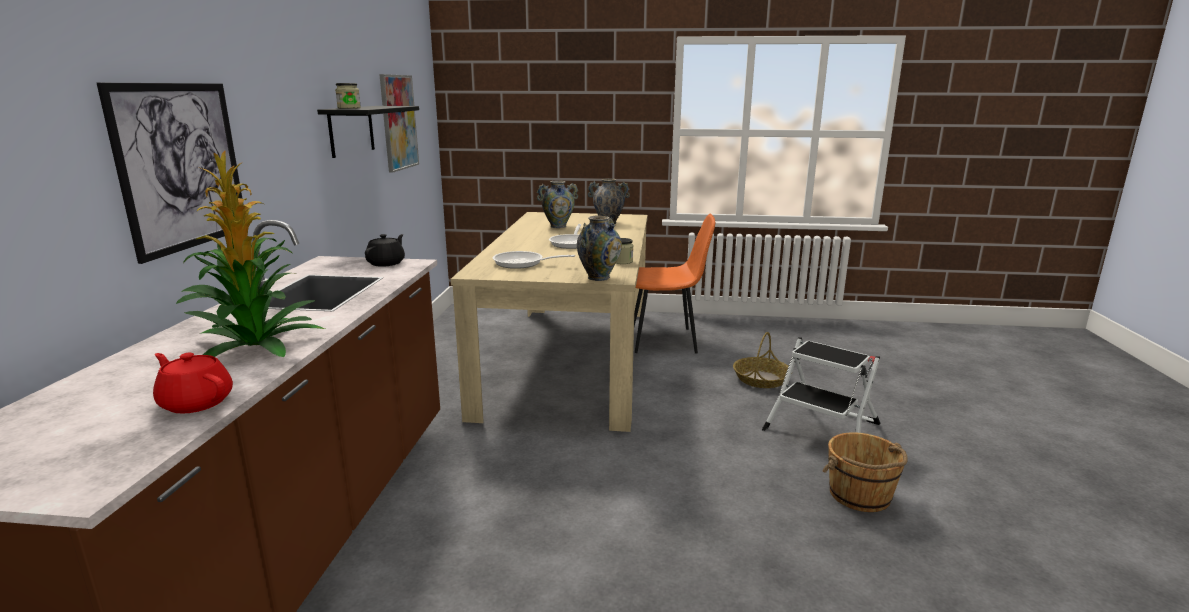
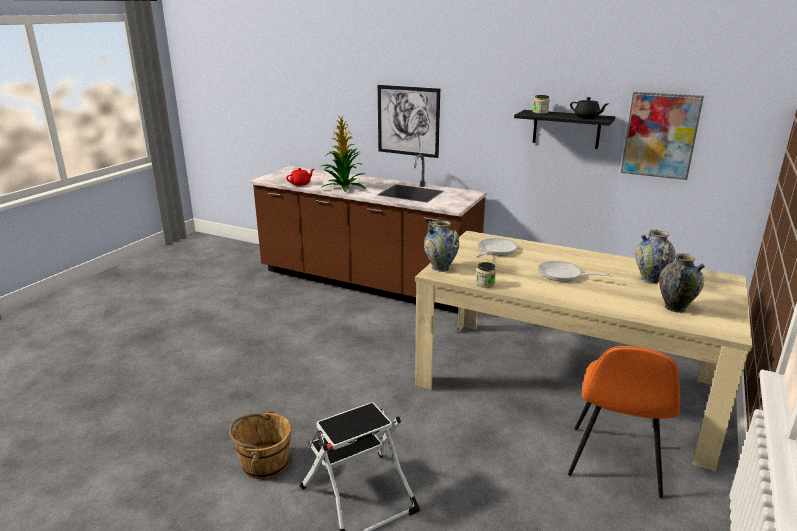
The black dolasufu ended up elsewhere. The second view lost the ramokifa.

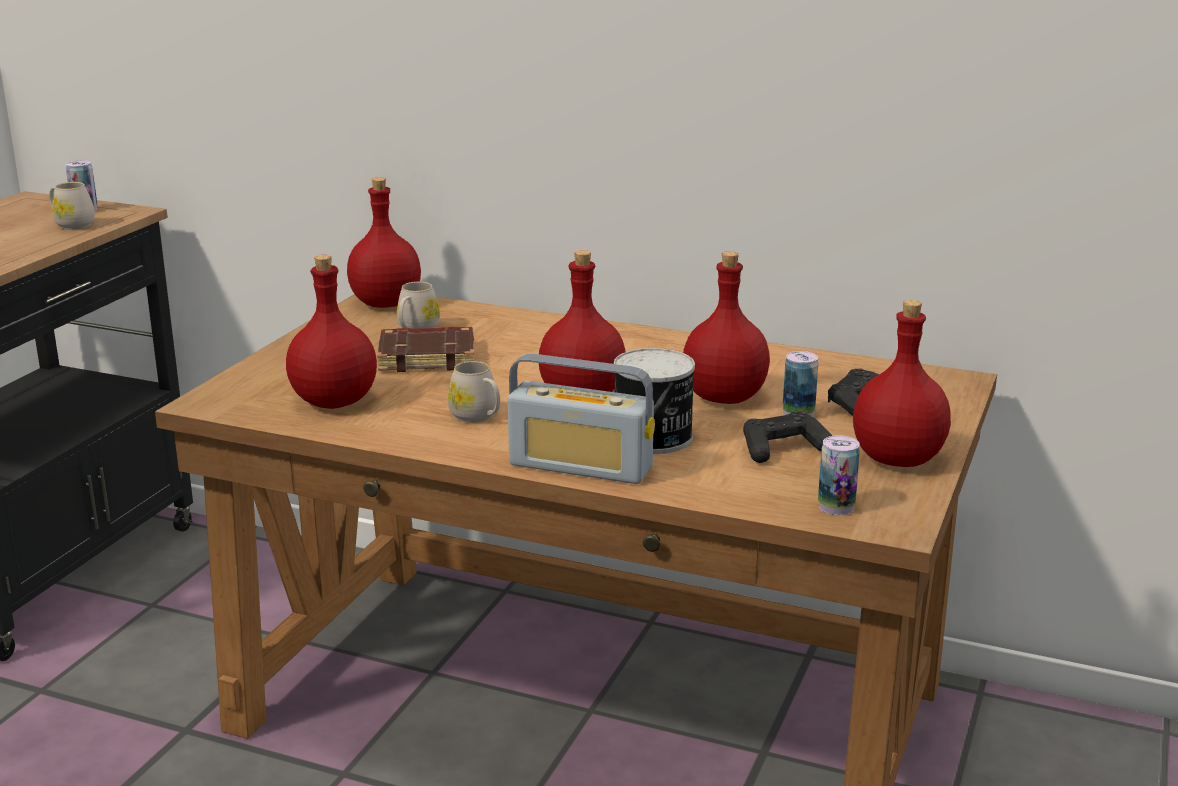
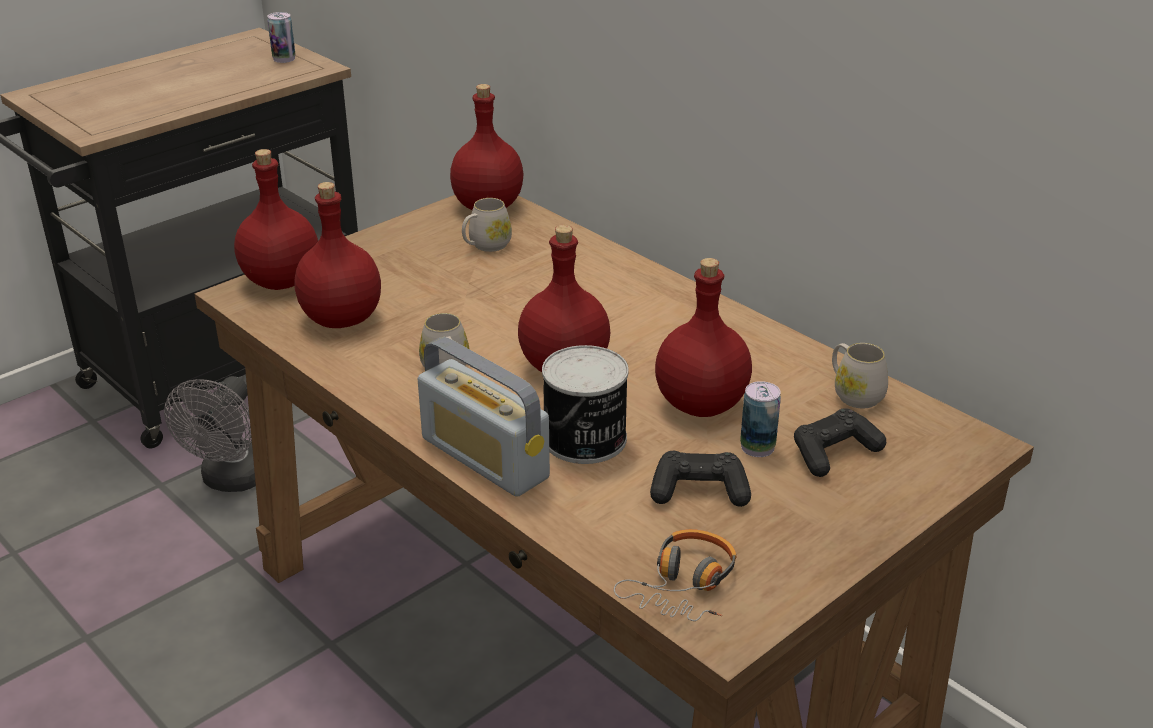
The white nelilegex (1st from left in the first image) ended up elsewhere. The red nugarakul (5th from left in the first image) ended up elsewhere. The second view lost the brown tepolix. Where the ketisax (4th from left) stood, the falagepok came to stand. The second view gained the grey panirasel.

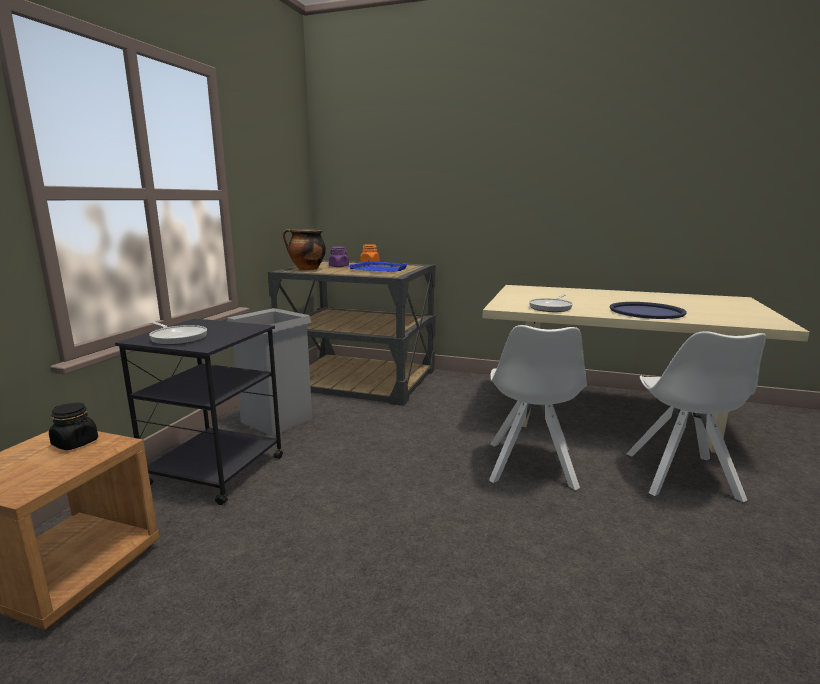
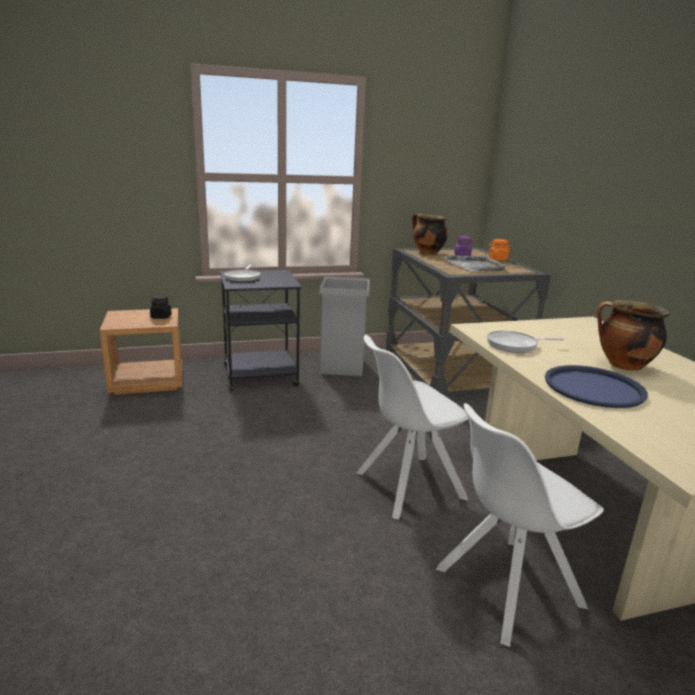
What was the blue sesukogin (1st from left) turned into the grey sesukogin. The second view gained the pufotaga (2nd from left).

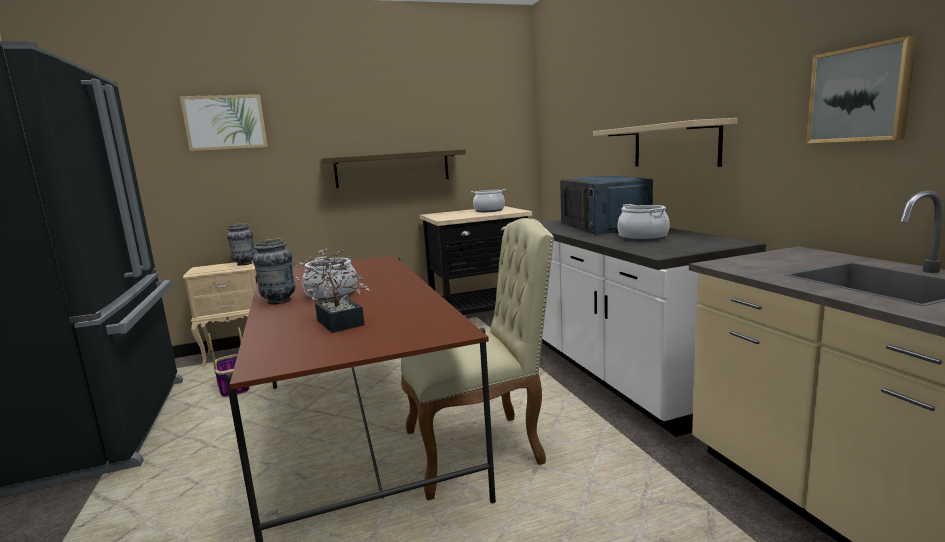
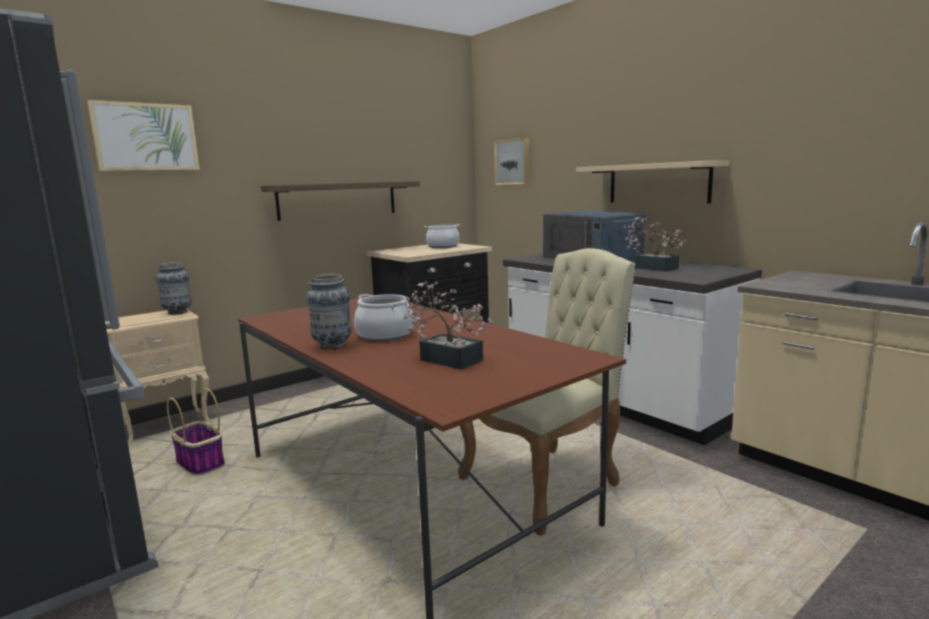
The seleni (2nd from left) ended up elsewhere. Where the pufotaga (3rd from left) stood, the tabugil (2nd from left) came to stand.

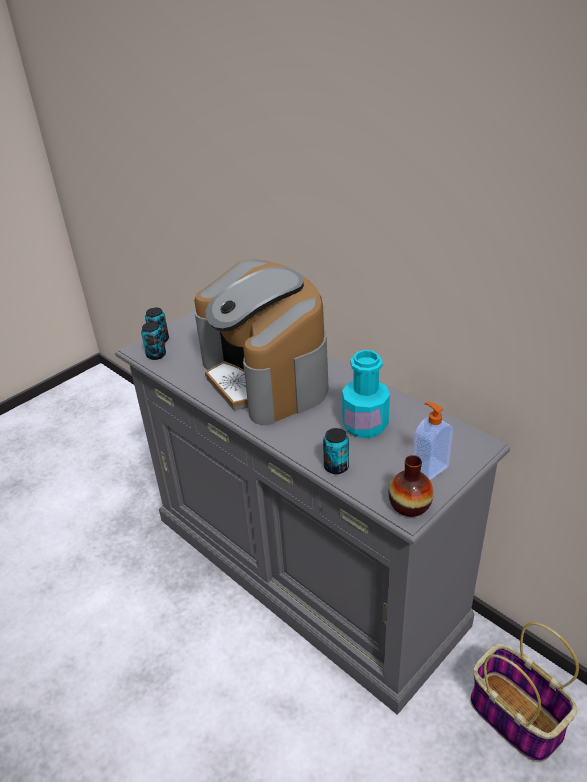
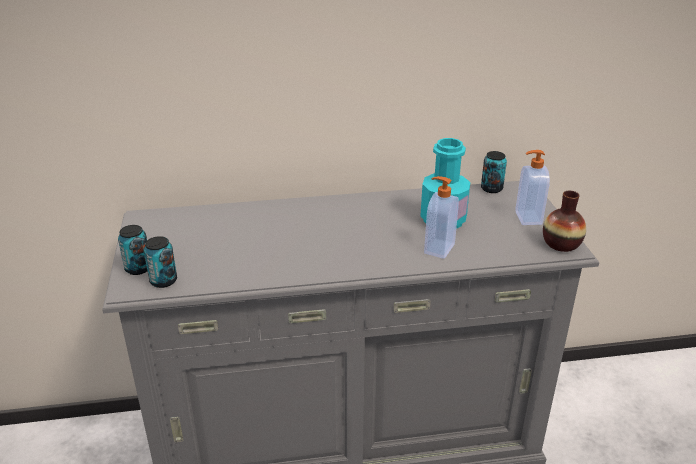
The second view lost the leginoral. The ketisax (3rd from left) ended up elsewhere. The second view lost the ramokifa. The second view gained the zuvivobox (1st from left).

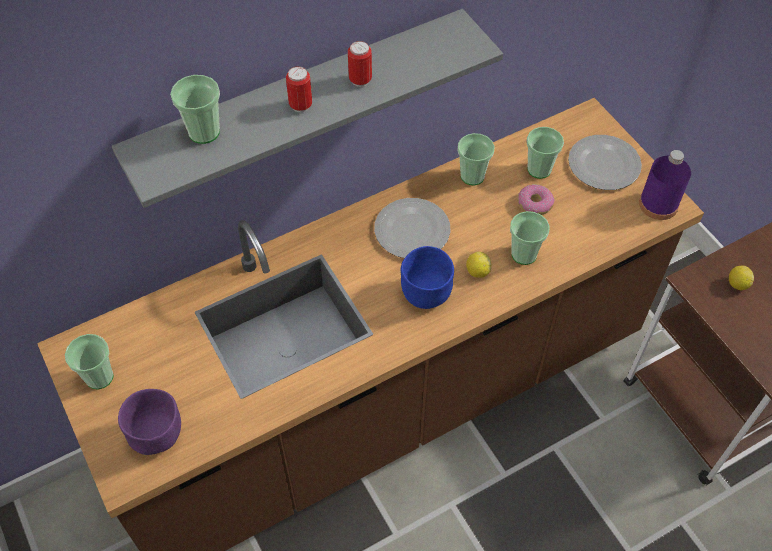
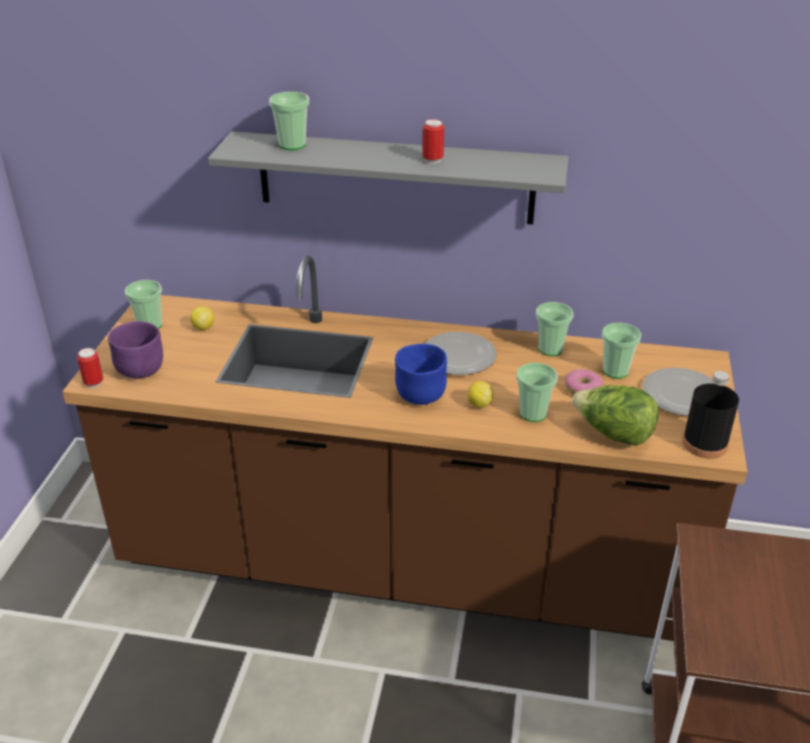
The ketisax (1st from left) ended up elsewhere. What was the purple nugarakul turned into the black nugarakul. The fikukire (2nd from left in the first image) ended up elsewhere. The second view gained the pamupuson.

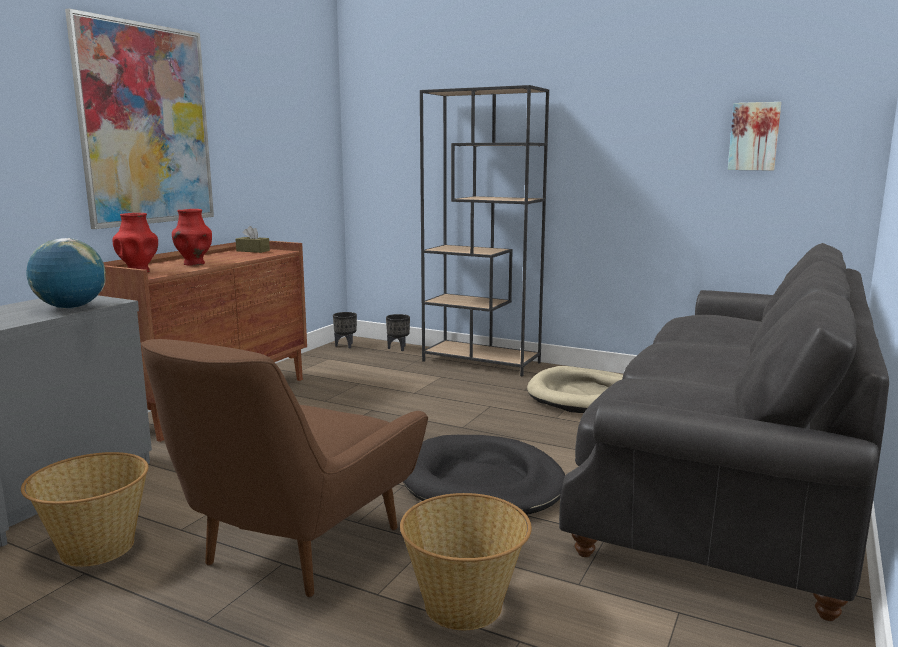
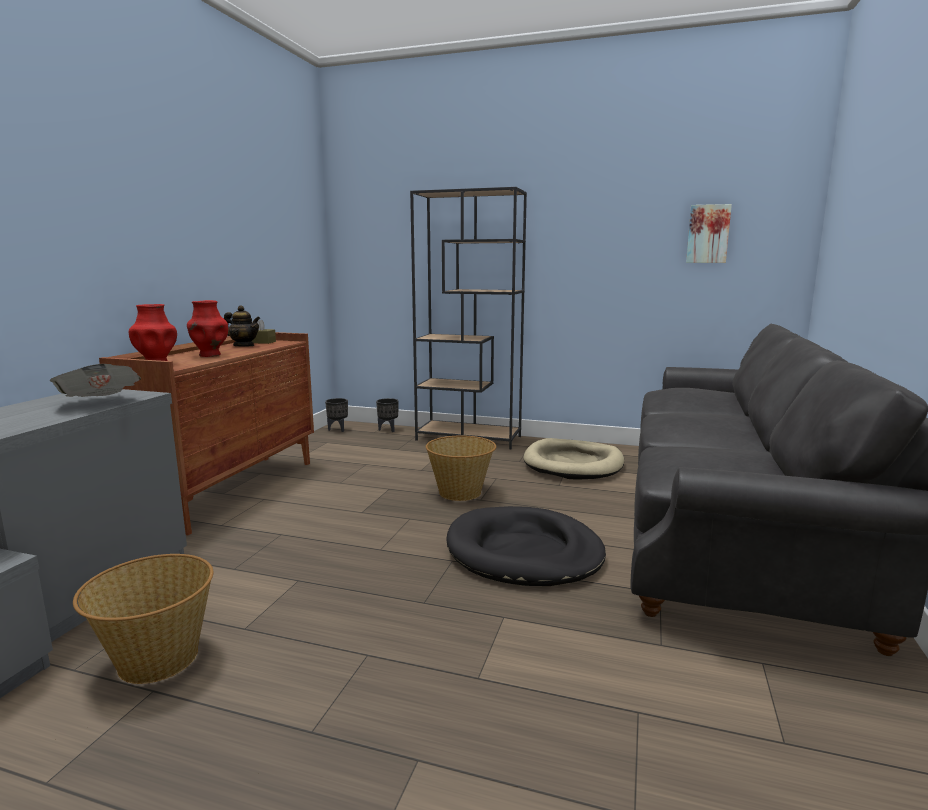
The second view lost the seleni (1st from left). Where the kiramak stood, the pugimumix came to stand. The second view lost the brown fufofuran. The ramokifa (2nd from left) ended up elsewhere. The second view gained the dolasufu.

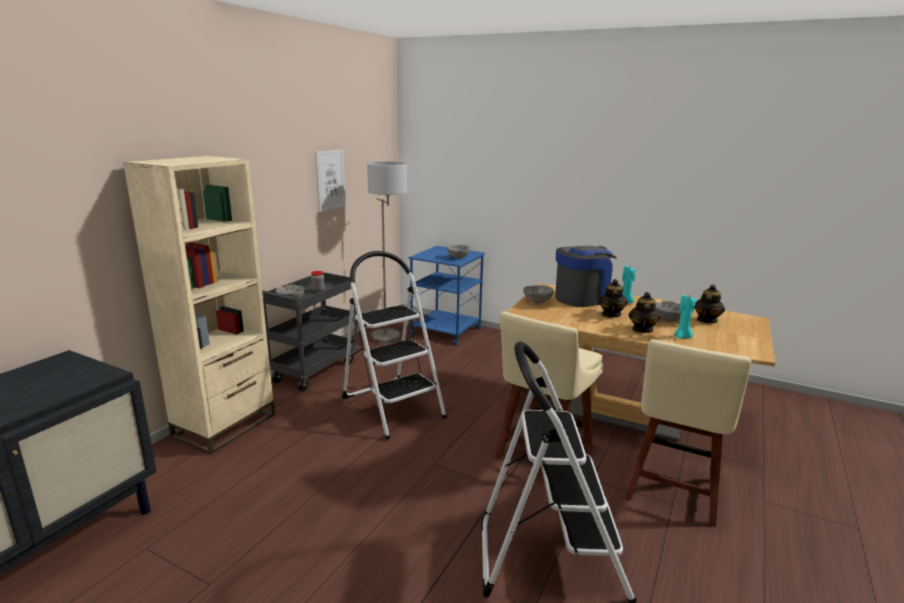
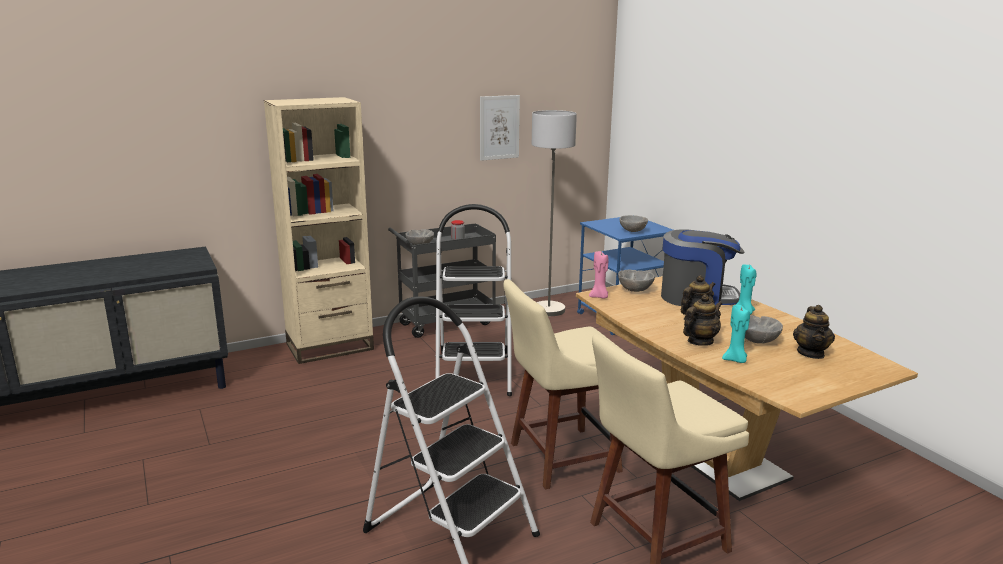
The dolasufu (3rd from left) ended up facing another way, 120 degrees clockwise from before. The second view gained the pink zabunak.

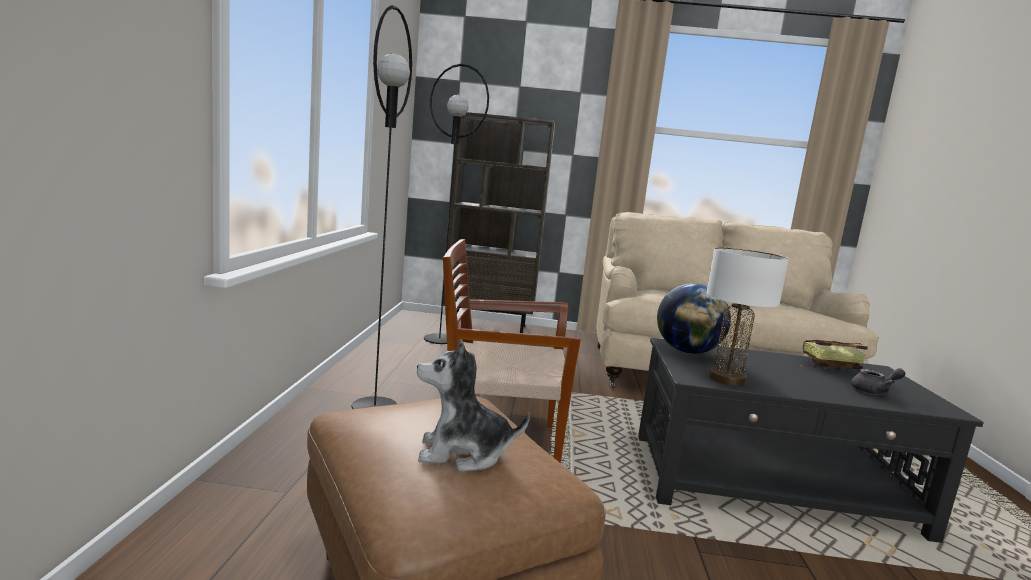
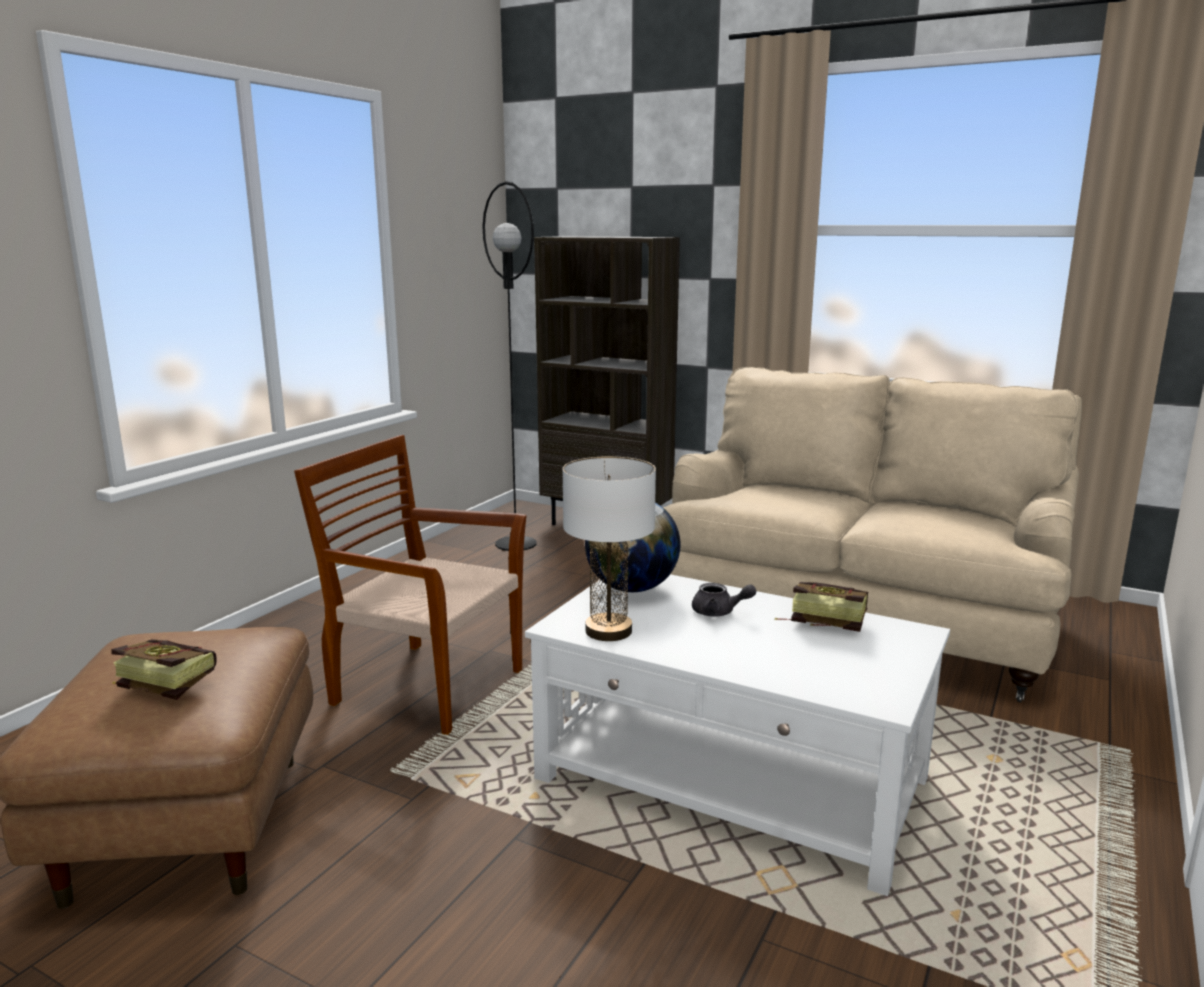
The second view lost the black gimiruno (1st from left). What was the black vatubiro turned into the white vatubiro. Where the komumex stood, the tepolix (1st from left) came to stand. The grey dolasufu ended up elsewhere.

